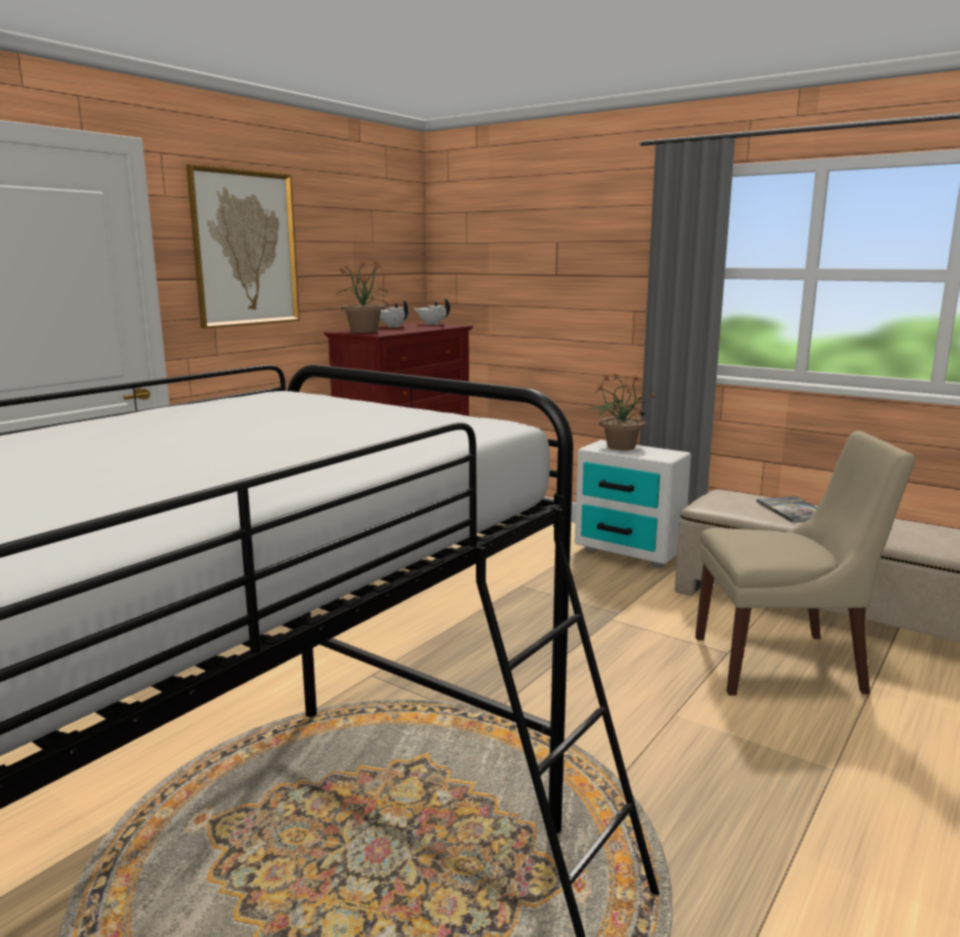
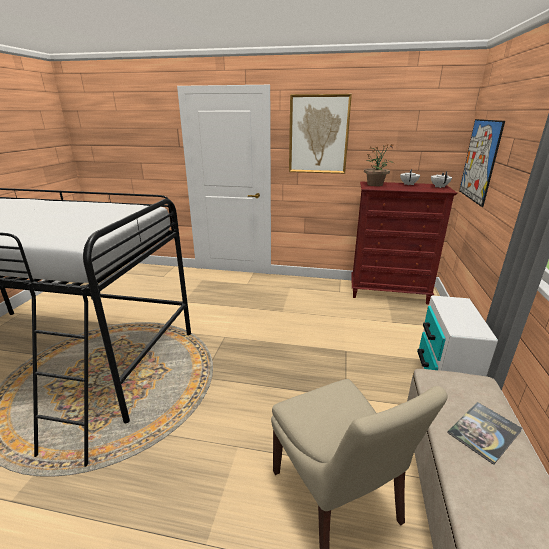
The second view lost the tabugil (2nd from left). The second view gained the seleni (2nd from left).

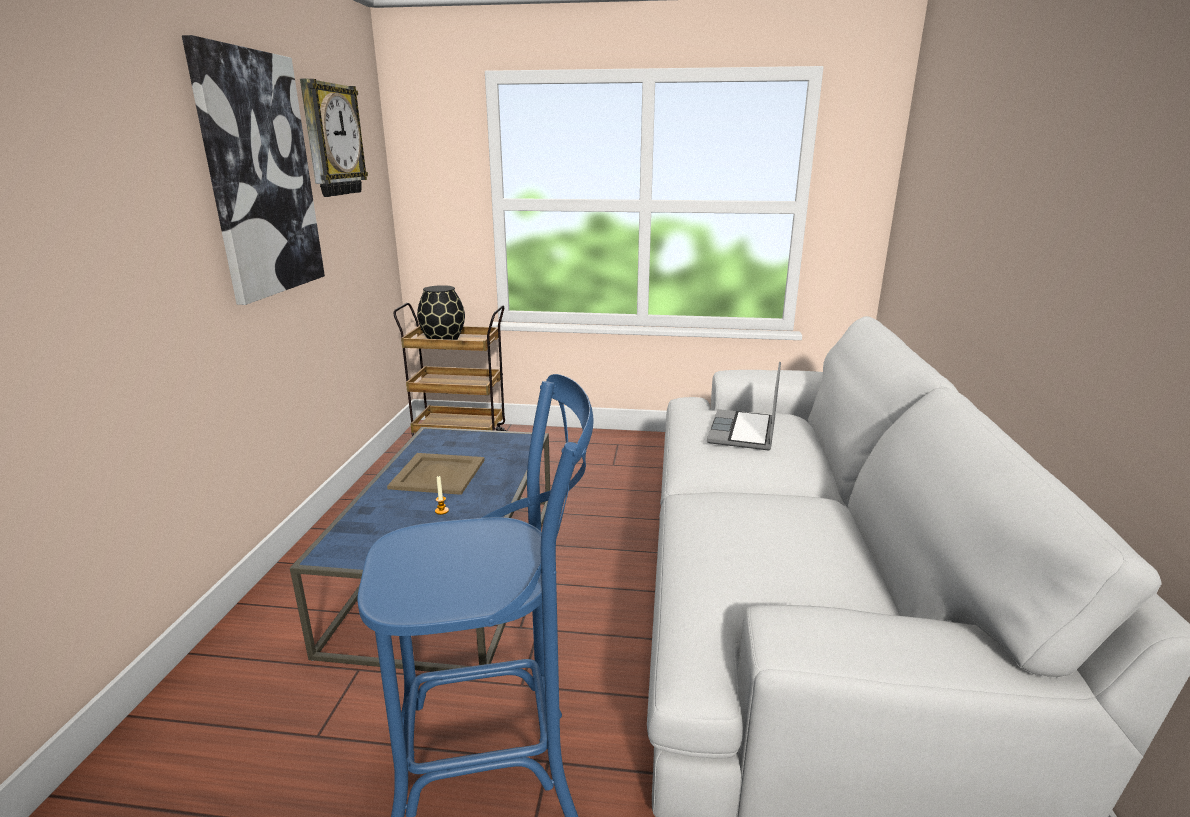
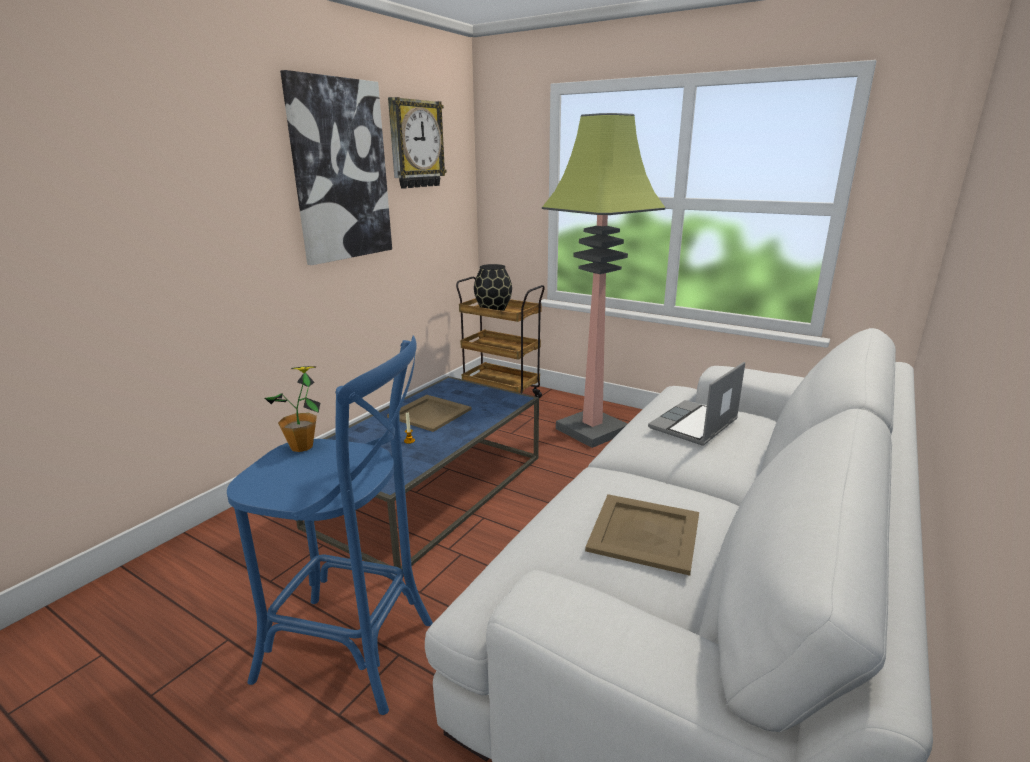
The second view gained the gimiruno. The second view gained the tabugil. The second view gained the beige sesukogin (2nd from left).

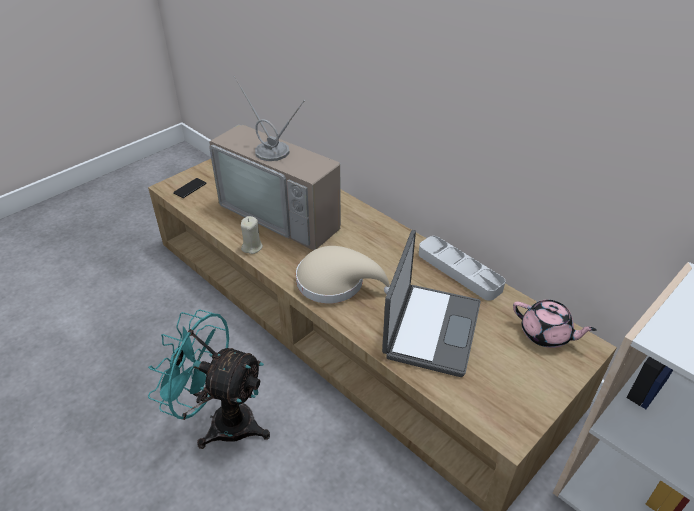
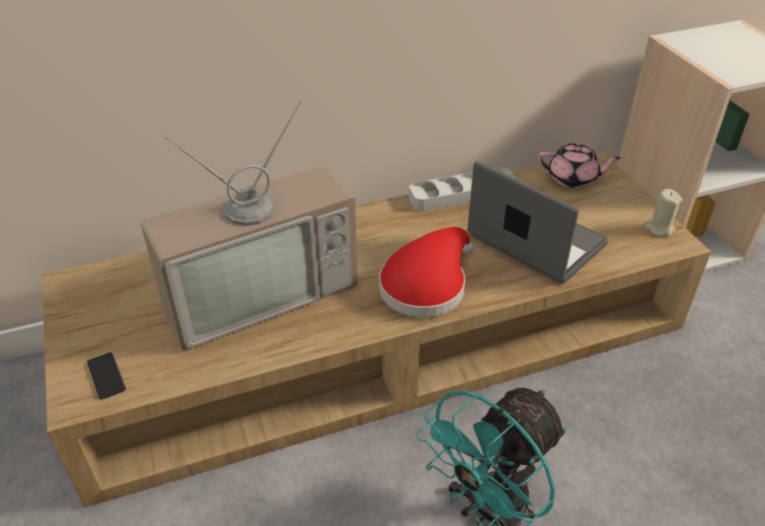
The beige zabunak ended up elsewhere. What was the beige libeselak turned into the red libeselak. The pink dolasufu ended up facing another way, 45 degrees clockwise from before.

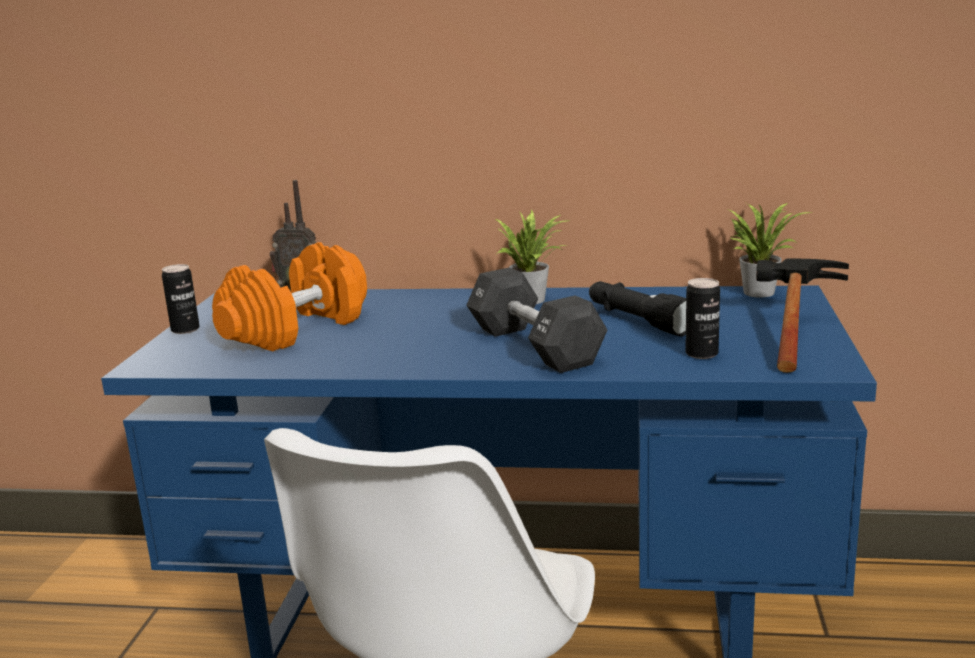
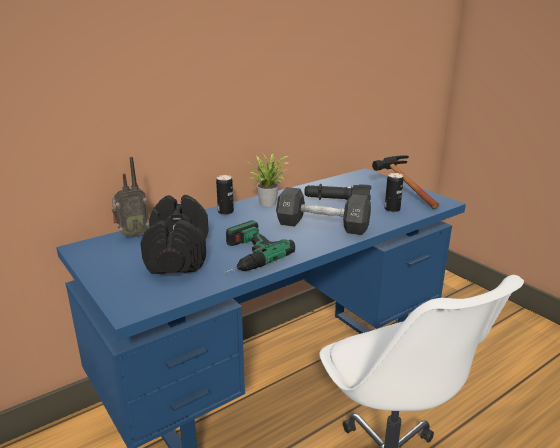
The second view lost the tabugil (2nd from left). What was the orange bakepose turned into the black bakepose (1st from left). The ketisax (1st from left) ended up elsewhere. The second view gained the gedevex.

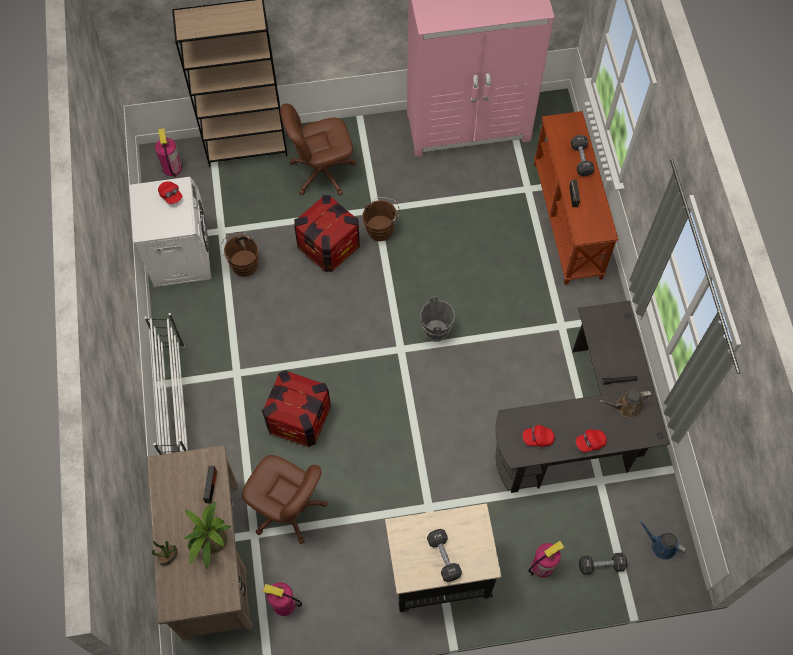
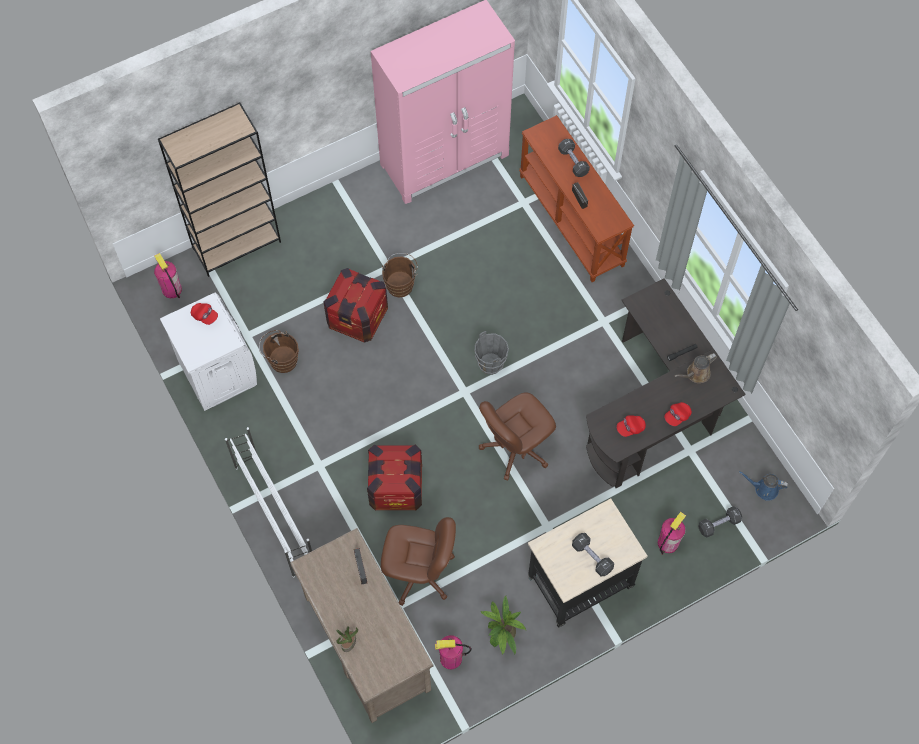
The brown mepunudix (2nd from left) ended up elsewhere. The tabugil (2nd from left) ended up elsewhere.

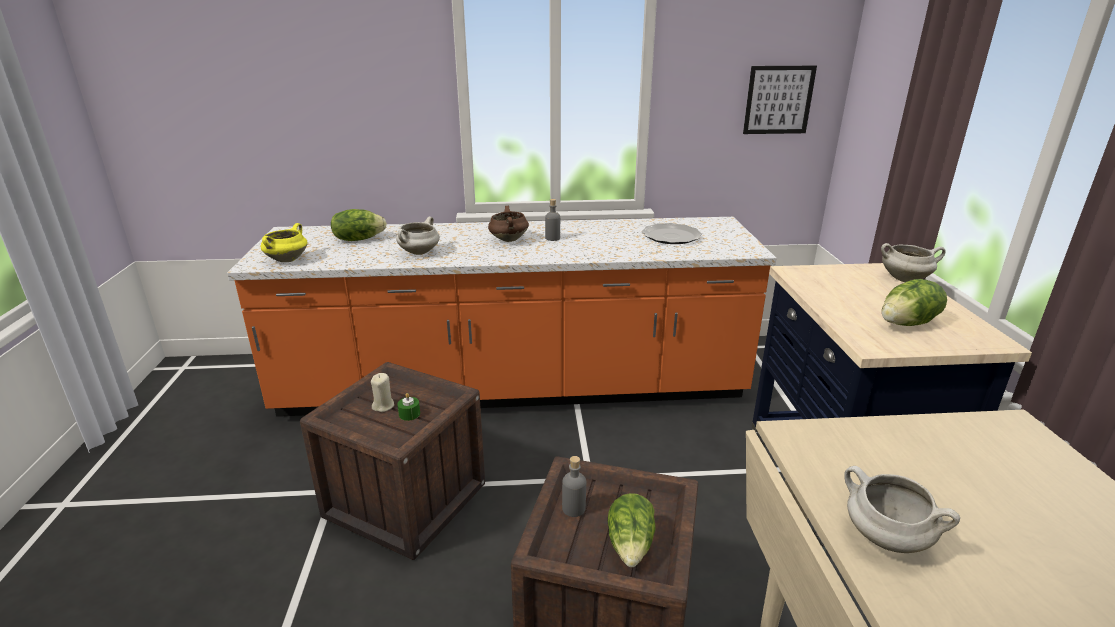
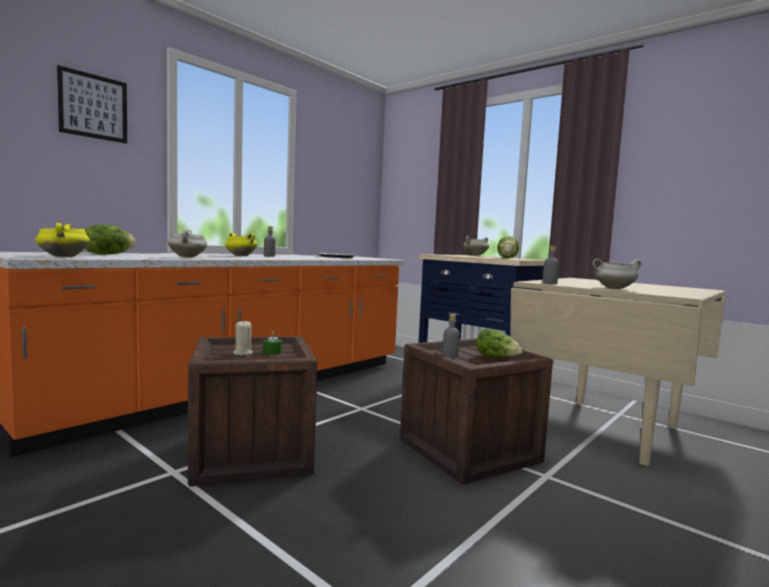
The seleni ended up elsewhere. What was the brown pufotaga turned into the yellow pufotaga (2nd from left). The second view gained the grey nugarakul (3rd from left).

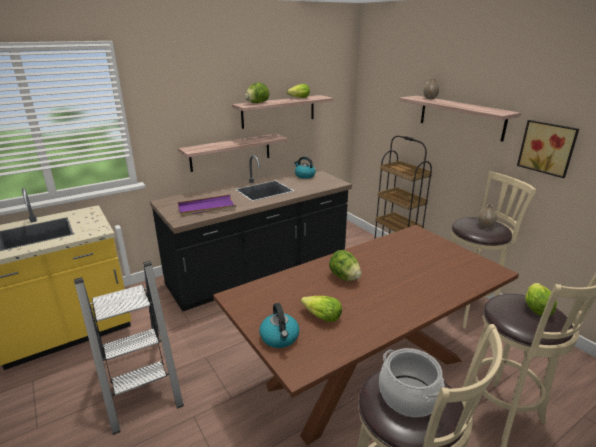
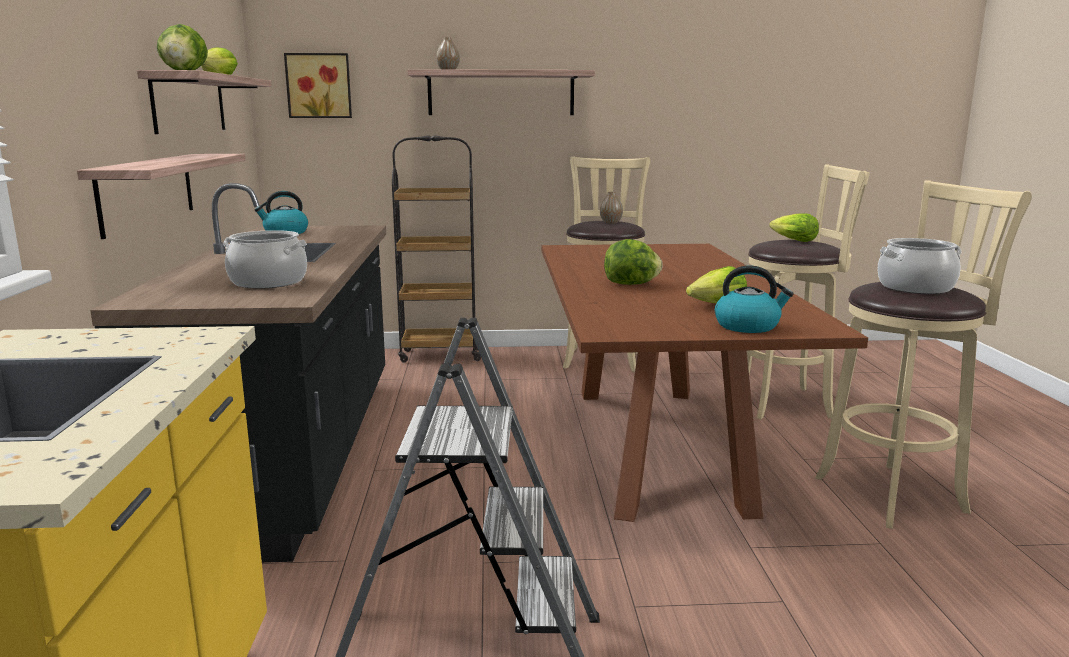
The seleni ended up elsewhere. Where the purple sesukogin stood, the pufotaga (1st from left) came to stand.

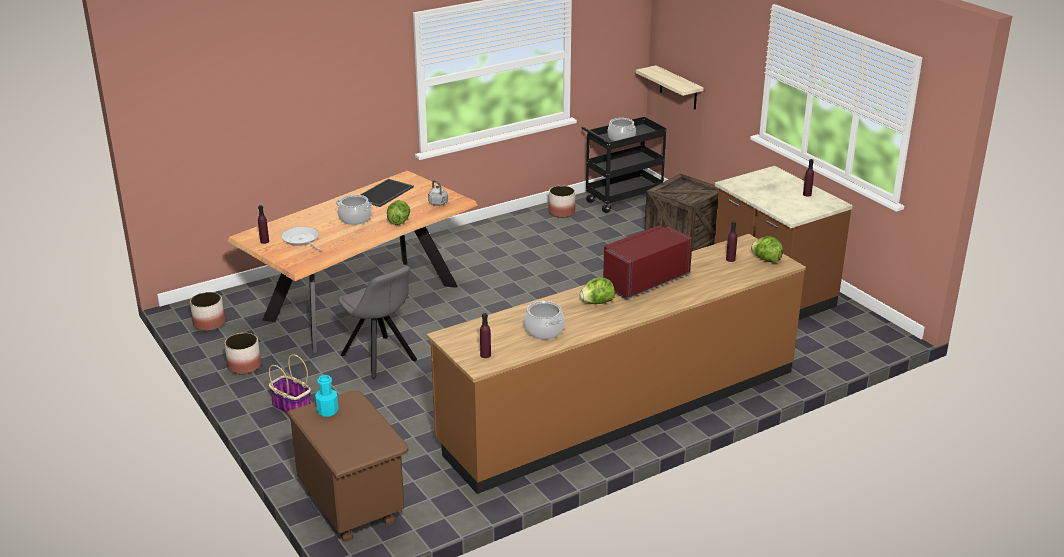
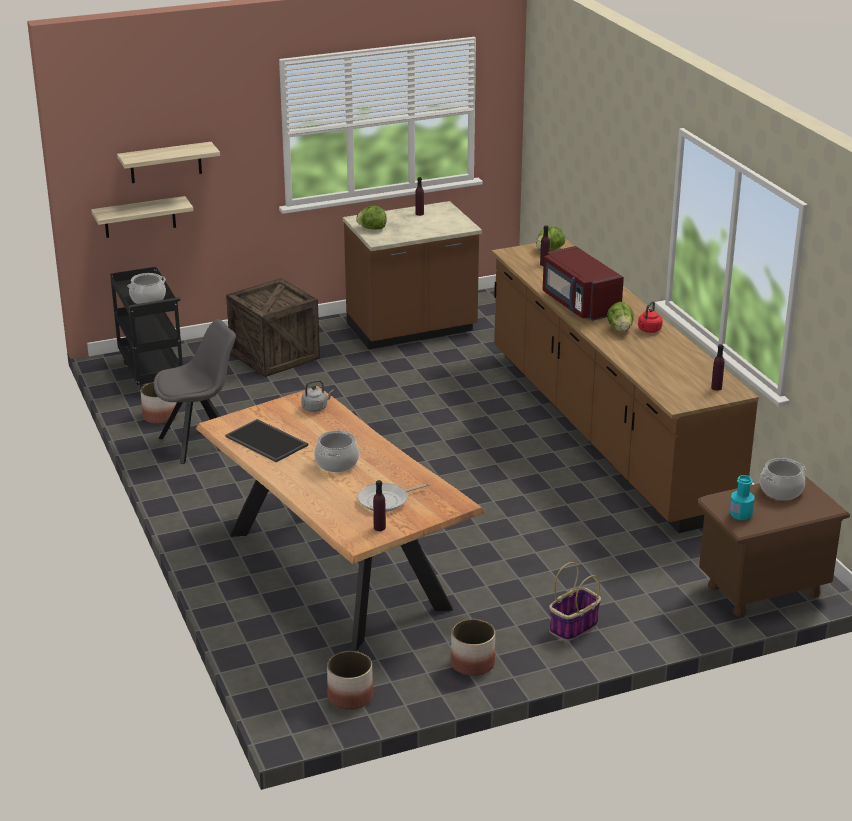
The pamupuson (1st from left) ended up elsewhere. The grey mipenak ended up elsewhere. The pufotaga (2nd from left in the first image) ended up elsewhere. The second view gained the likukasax (2nd from left). The second view gained the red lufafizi.

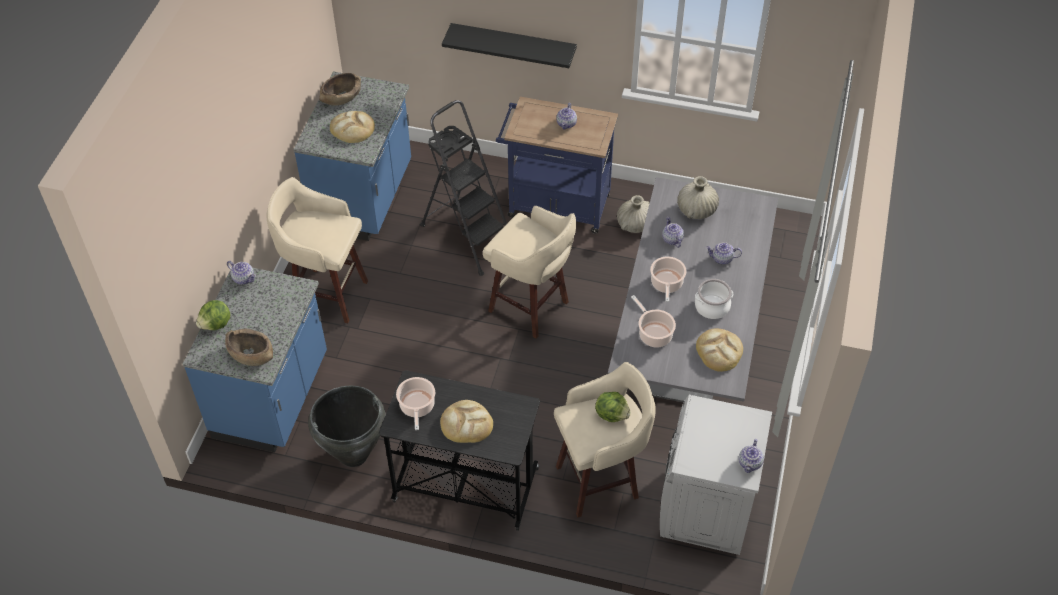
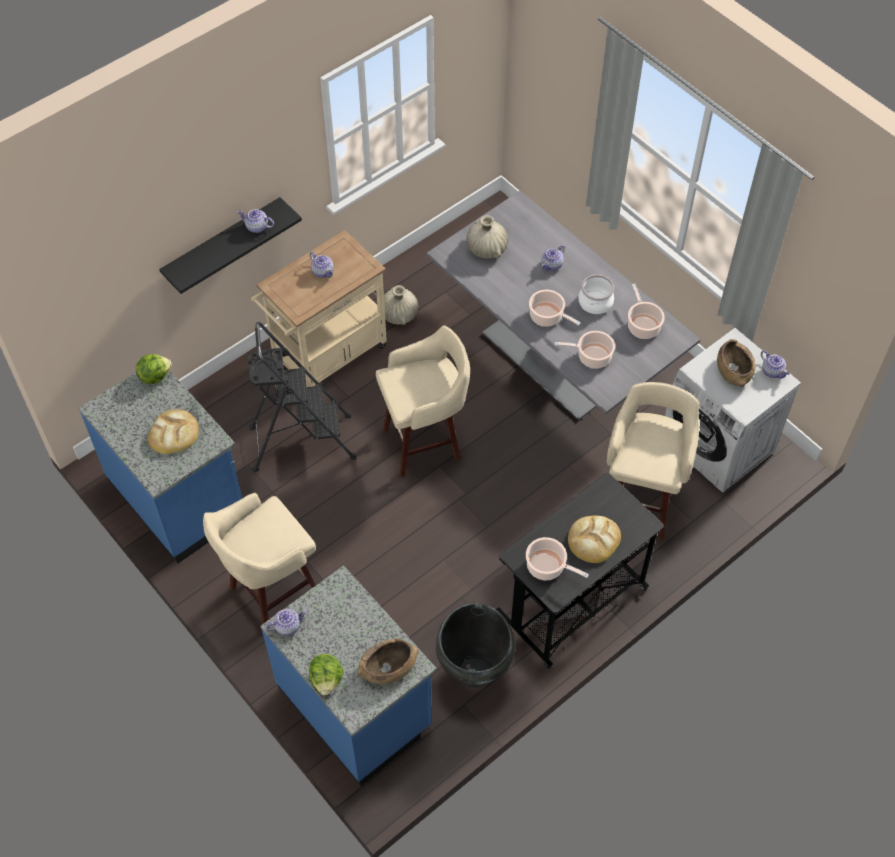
The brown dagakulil (2nd from left) ended up elsewhere. What was the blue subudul turned into the beige subudul. The dolasufu (3rd from left in the first image) ended up elsewhere. Where the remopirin (3rd from left) stood, the pufotaga (5th from left) came to stand. The pamupuson (2nd from left in the first image) ended up elsewhere.

